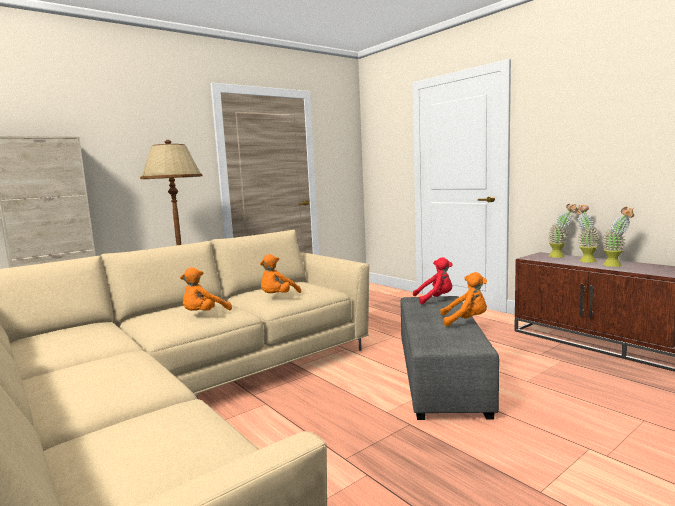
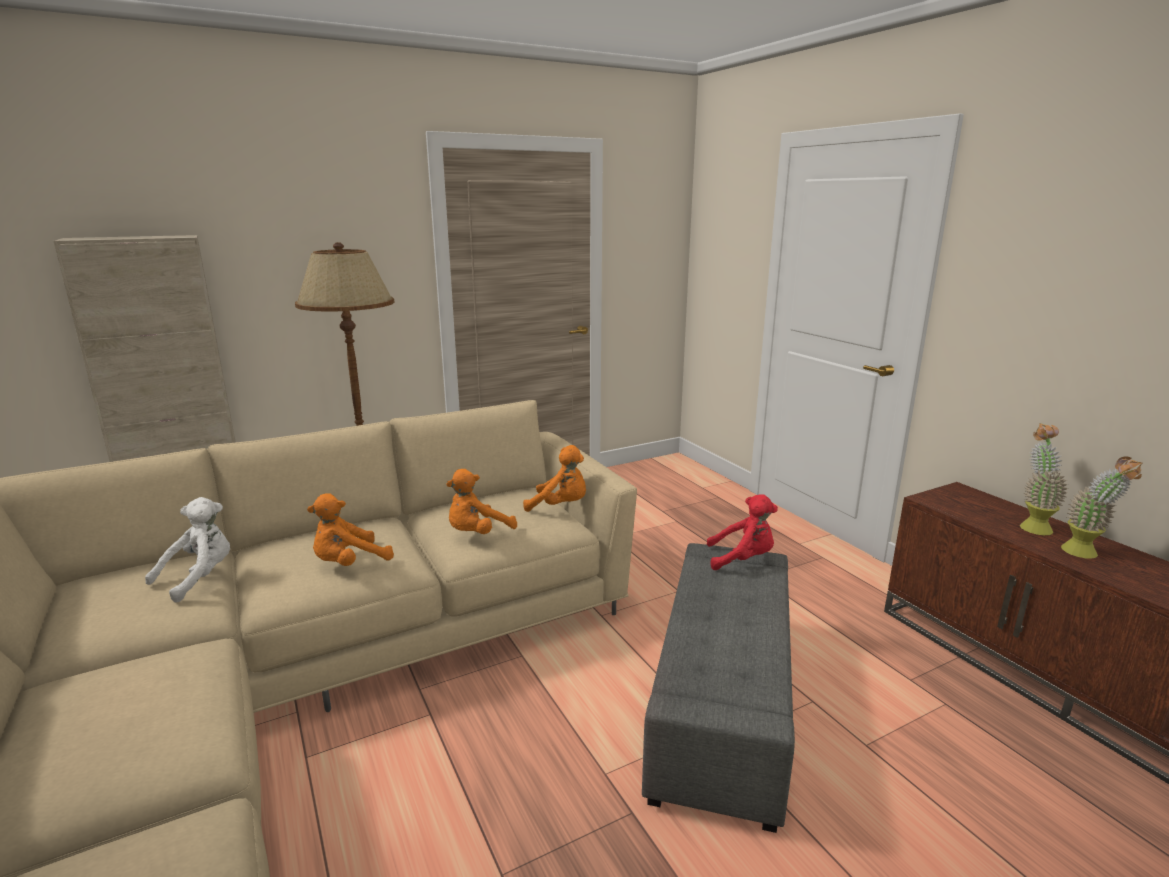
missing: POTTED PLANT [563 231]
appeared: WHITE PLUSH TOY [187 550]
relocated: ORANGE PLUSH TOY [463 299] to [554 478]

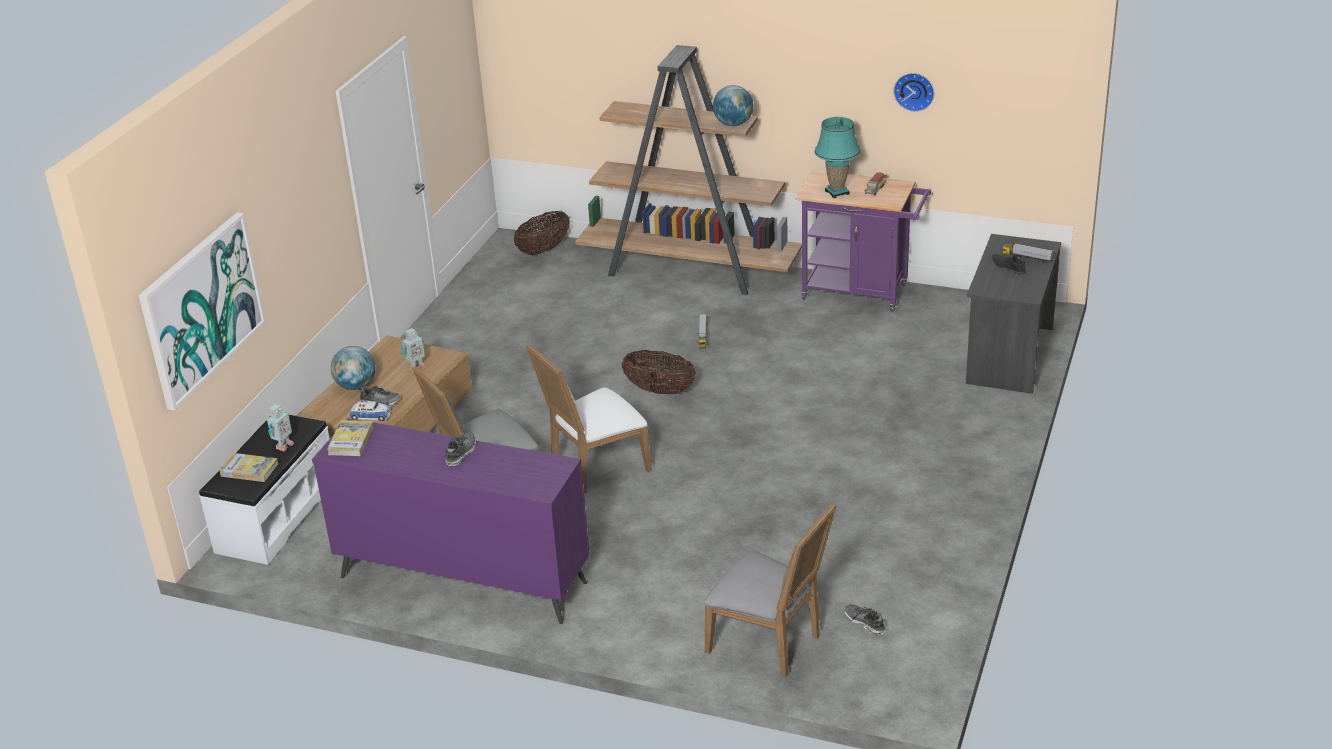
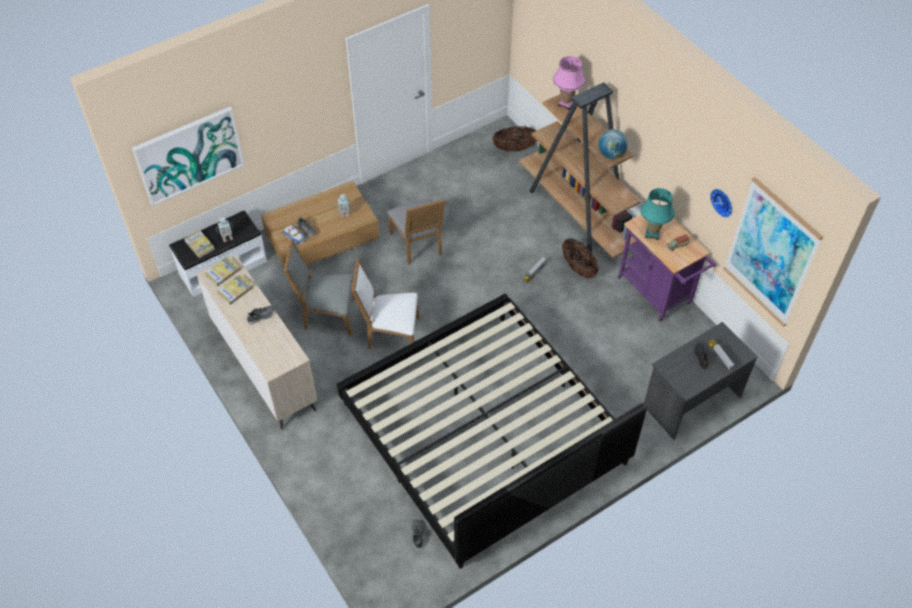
missing: GLOBE [353 368]
appeared: BOOK [235 289]; BED [492 431]; PINK TABLE LAMP [569 83]; PICTURE [773 252]
relocated: GREY CHAIR [770 590] to [416 232]; BASKET [658 372] to [580 258]
colour: PURPLE DRESSER [451 521] to BEIGE DRESSER [257 342]

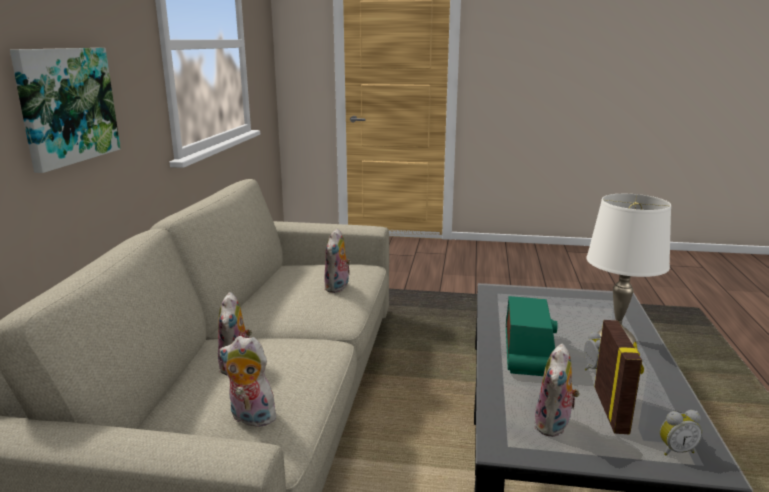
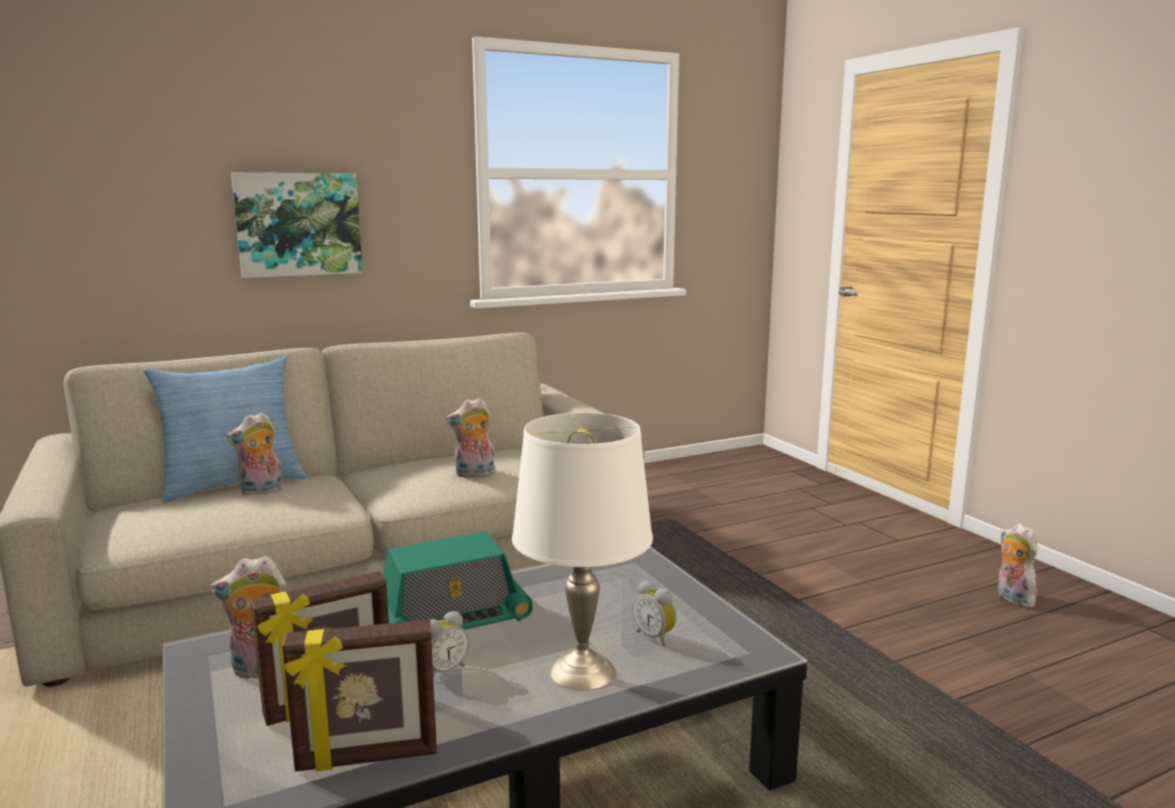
appeared: PILLOW [225 429]; PICTURE FRAME [359 696]
relocated: ALARM CLOCK [681 433] to [654 613]; PLUSH TOY [247 381] to [1017 565]

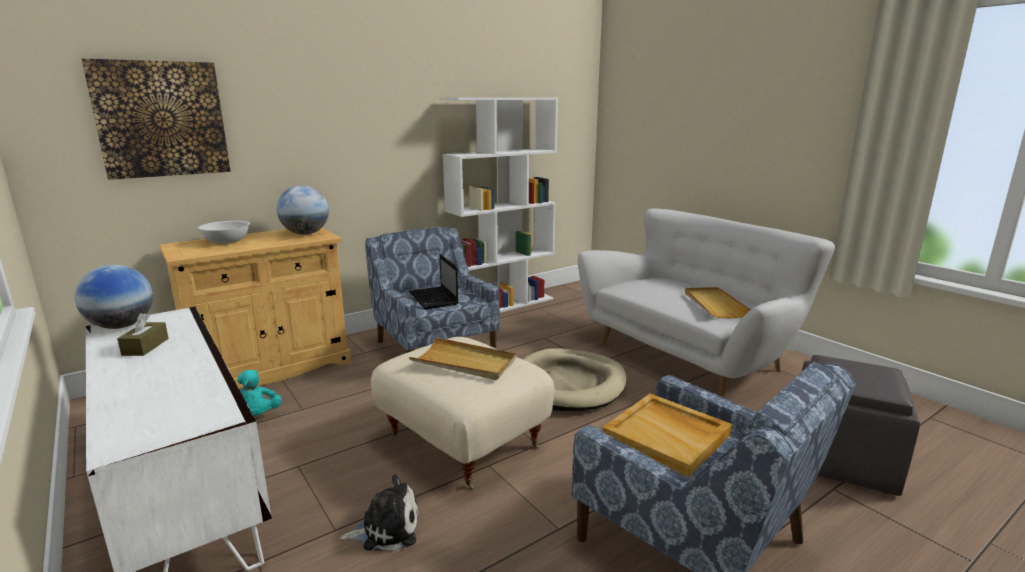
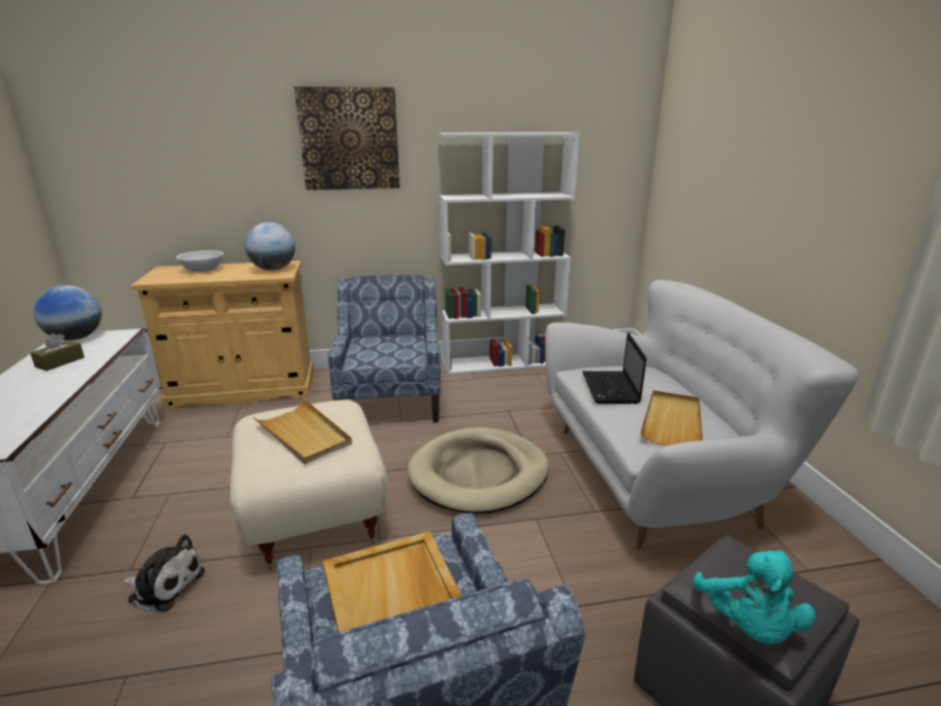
relocated: PICTURE [156 119] to [347 138]; LAPTOP [433 281] to [614 368]; TURQUOISE PLUSH TOY [259 393] to [754 597]

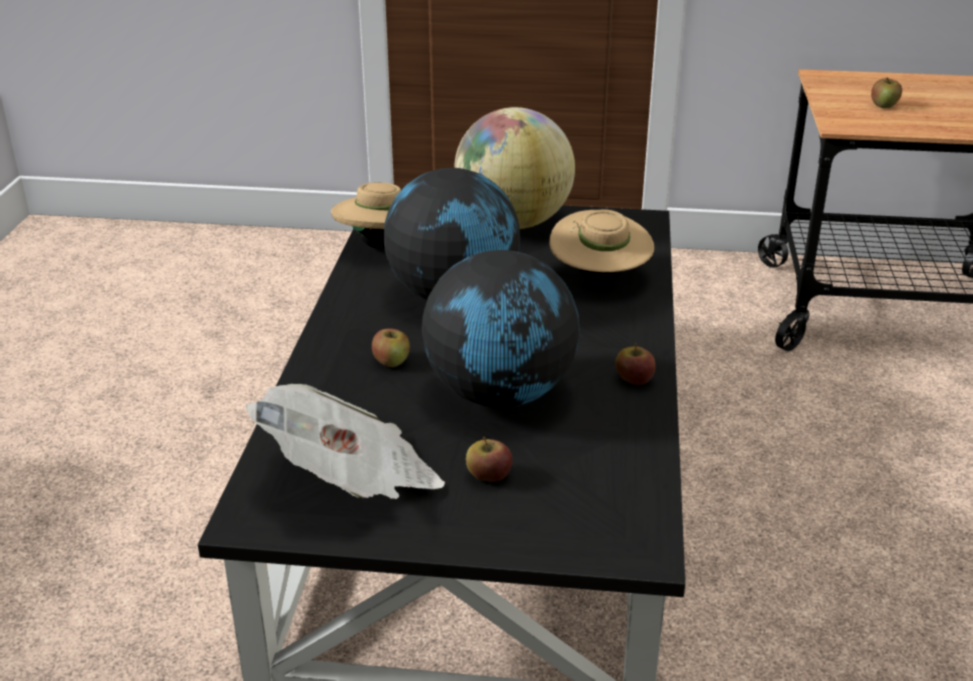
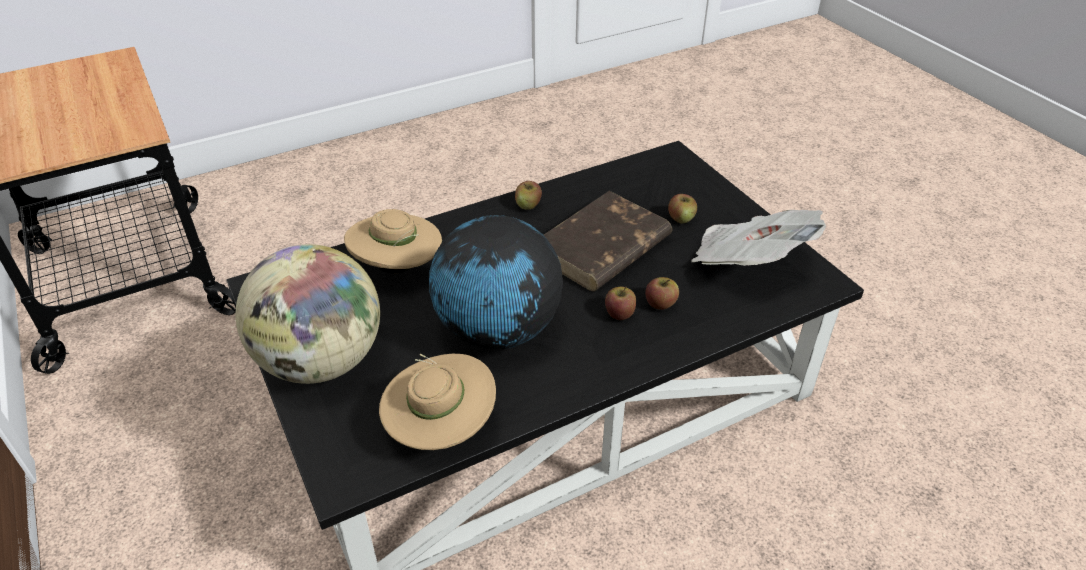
relocated: APPLE [886 92] to [662 293]
exchanged: GLOBE [500 329] to BROWN BOOK [608 241]

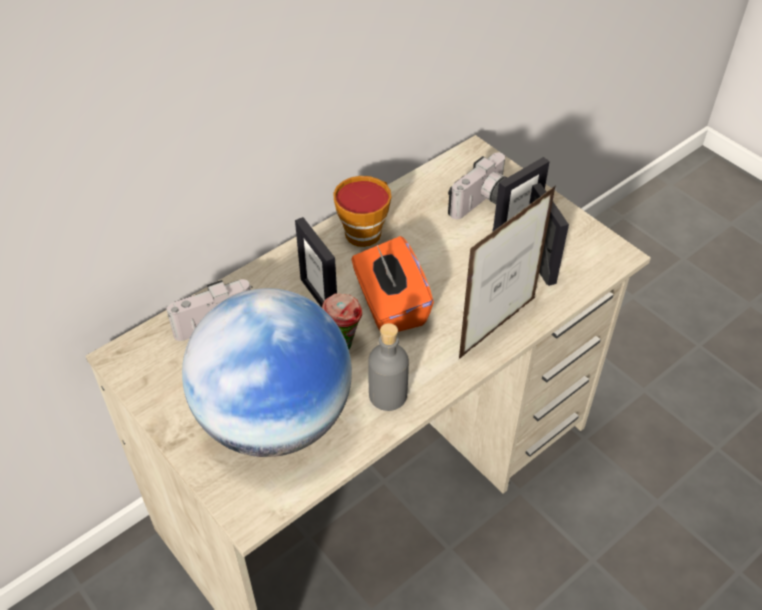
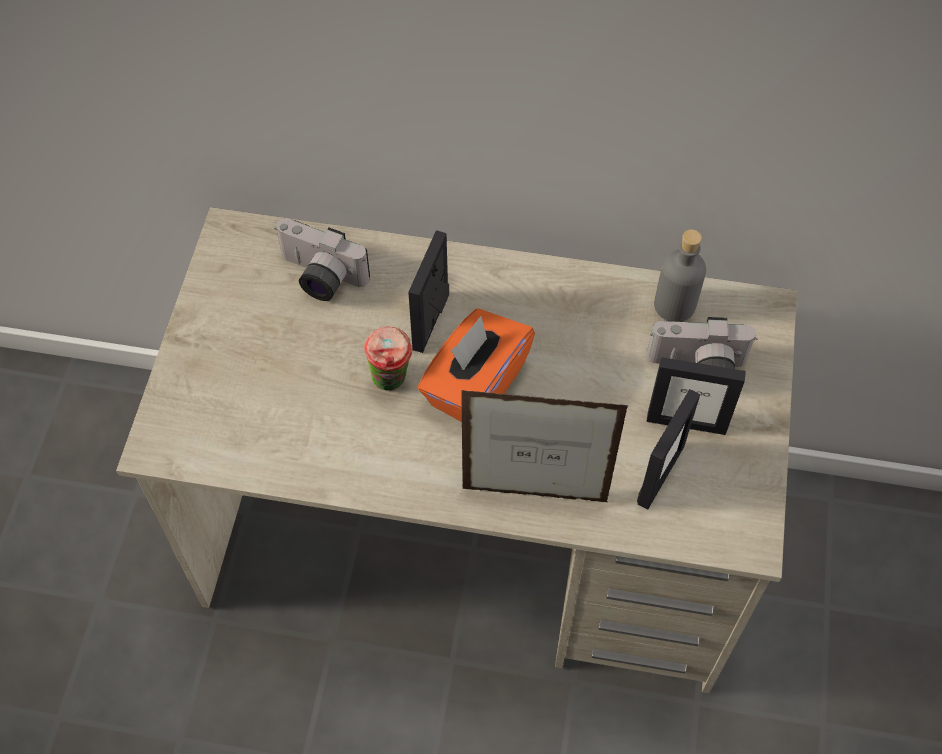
missing: GLOBE [267 372]; CUP [362 211]
relocated: GREY BOTTLE [388 367] to [680 275]

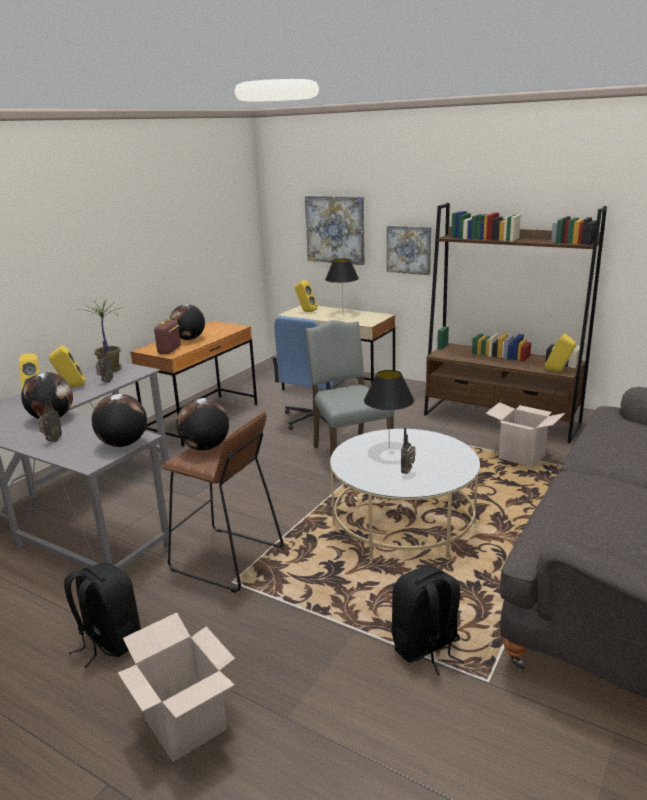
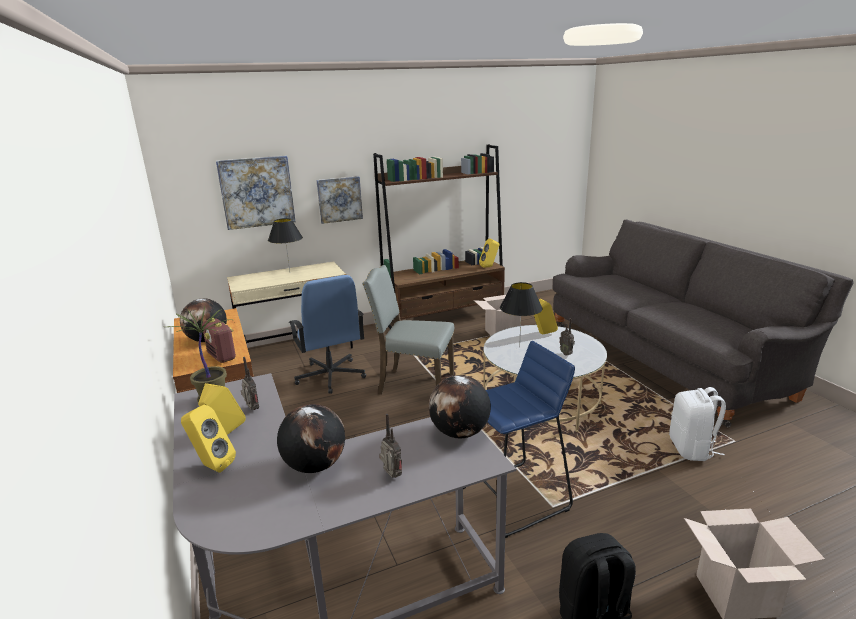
missing: GLOBE [202 424]
relocated: YELLOW SPEAKER [306 296] to [546 316]
colour: BROWN STOOL [222 502] to BLUE STOOL [519 439]; BLACK BACKPACK [428 620] to WHITE BACKPACK [697 424]

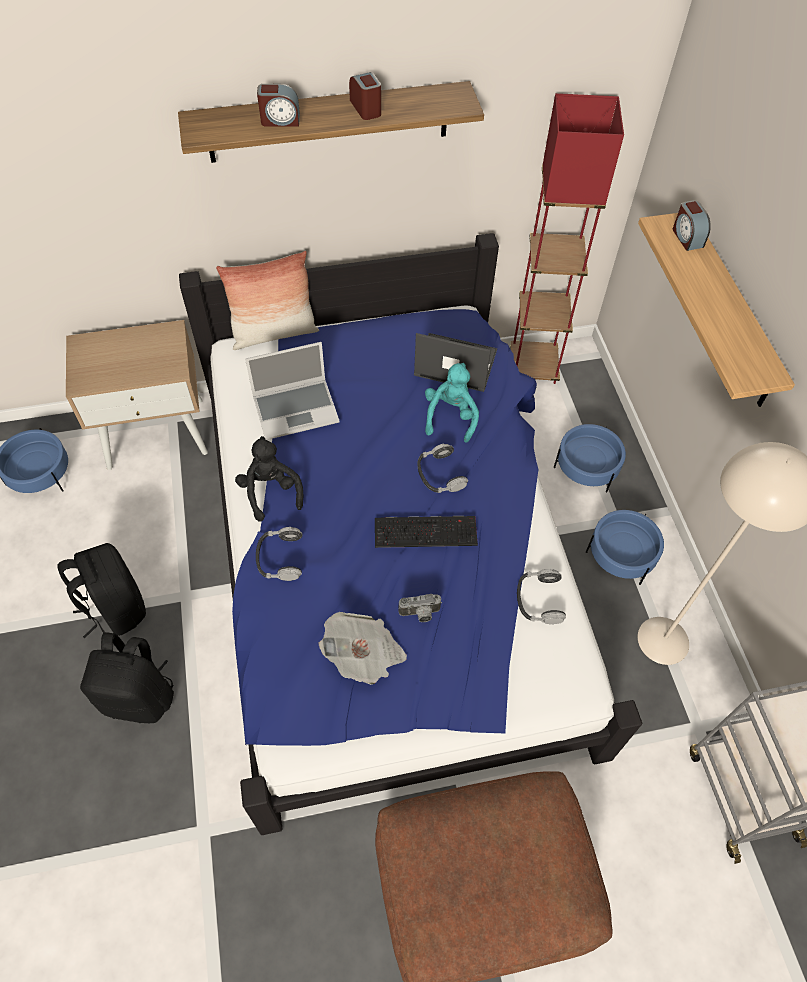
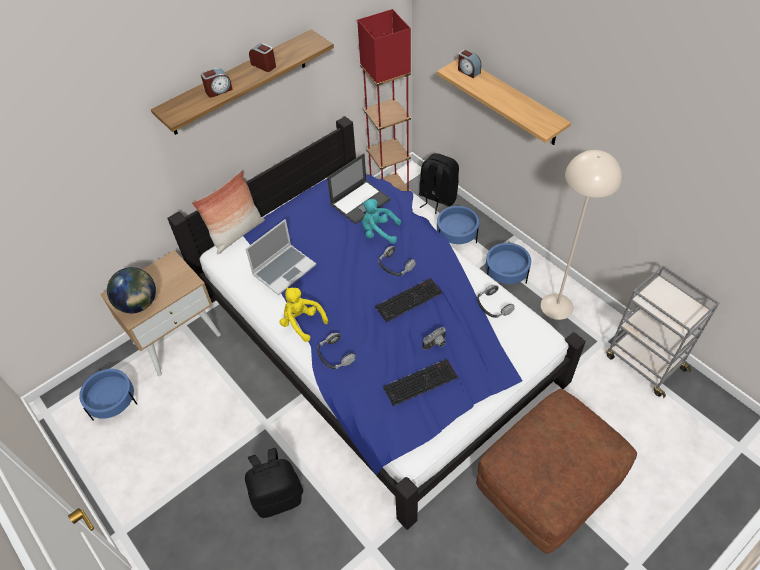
appeared: GLOBE [131 290]
relocated: BLACK BACKPACK [102 591] to [439 183]
exchanged: NEWSPAPER [362 648] to KEYBOARD [420 382]
colour: BLACK PLUSH TOY [269 479] to YELLOW PLUSH TOY [304 314]
spun: LAPTOP [455 362] = [359 188] 150 degrees clockwise; TURQUOISE PLUSH TOY [452 403] = [381 221] 60 degrees counterclockwise

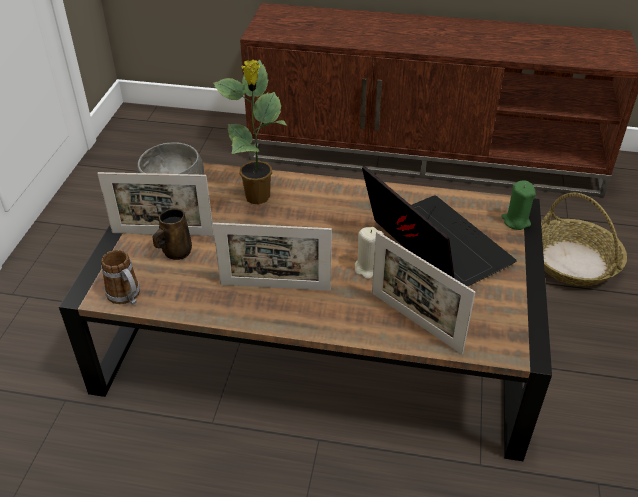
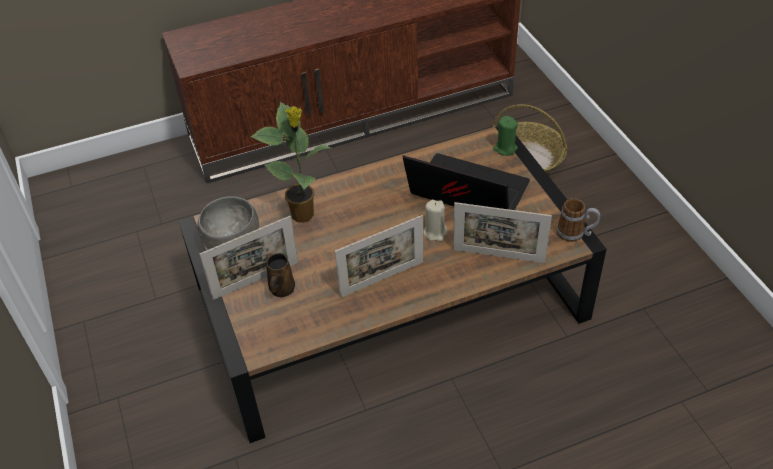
relocated: MUG [120 277] to [578 220]

